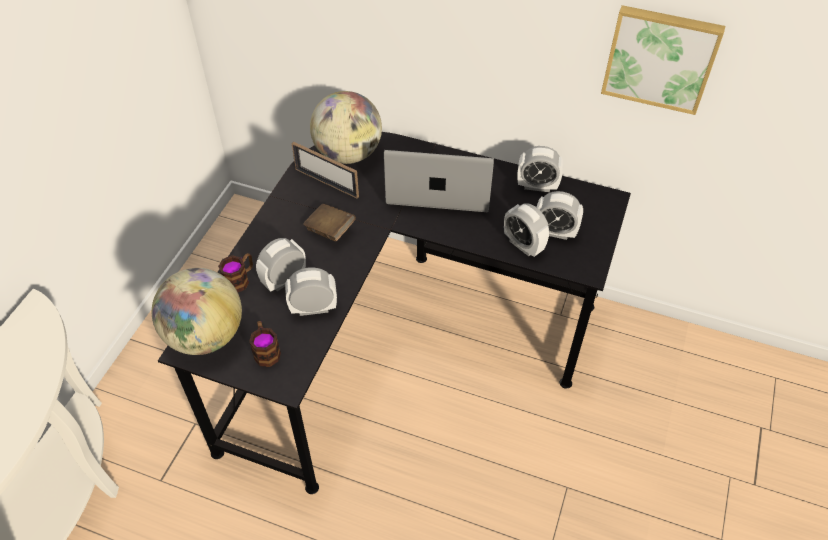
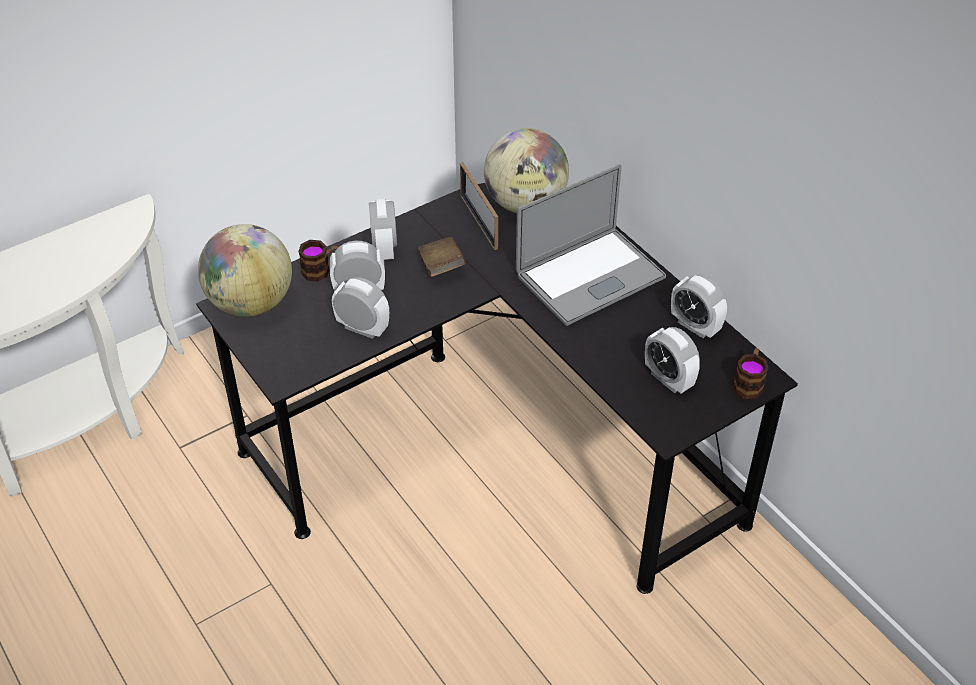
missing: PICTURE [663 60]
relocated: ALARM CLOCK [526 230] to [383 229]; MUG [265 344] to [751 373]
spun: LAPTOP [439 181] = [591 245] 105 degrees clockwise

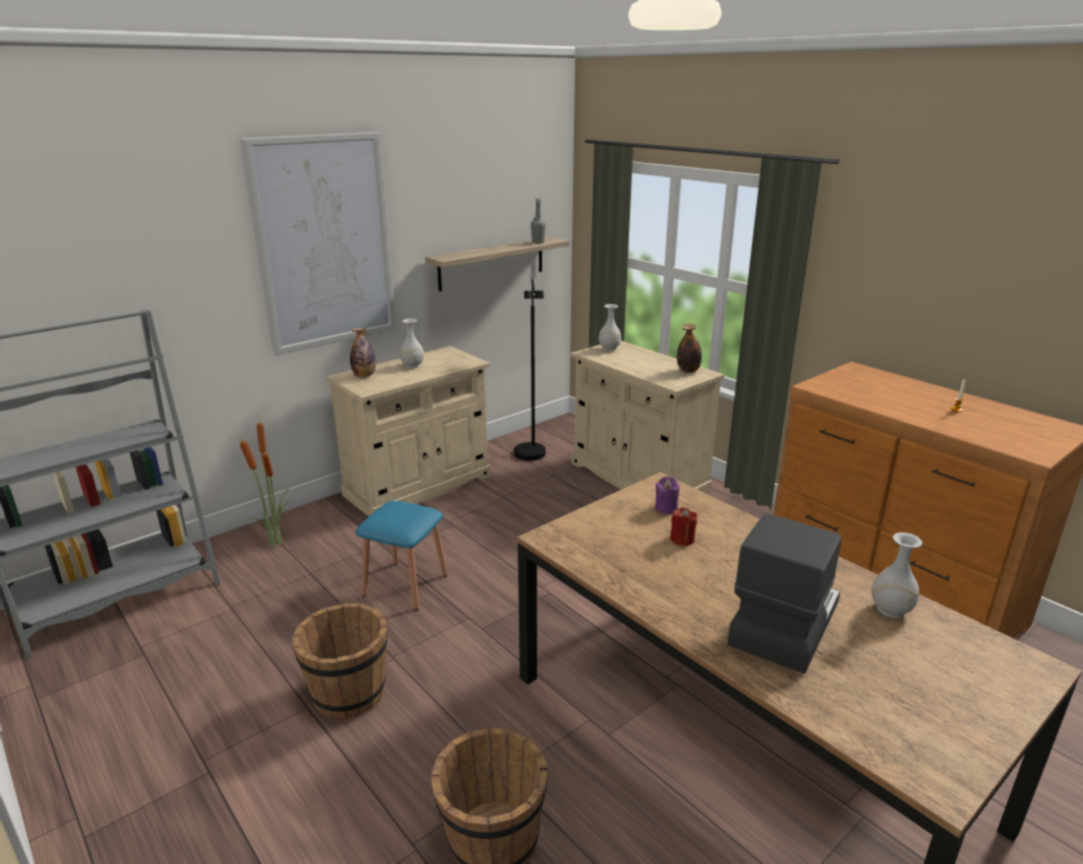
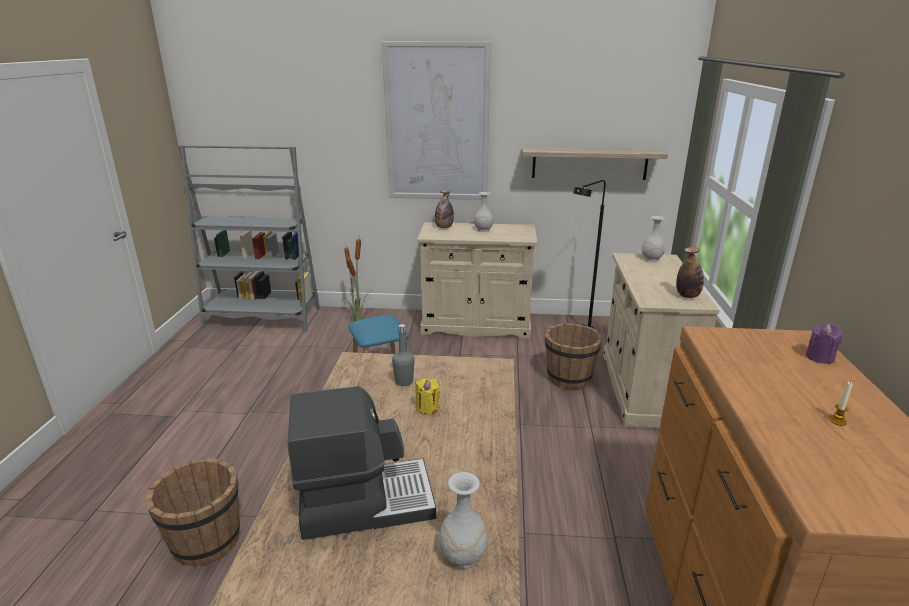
relocated: GREY BOTTLE [538 221] to [403 355]; BROWN BUCKET [339 661] to [574 356]; PURPLE CANDLE [667 495] to [824 343]
colour: RED CANDLE [684 526] to YELLOW CANDLE [428 396]

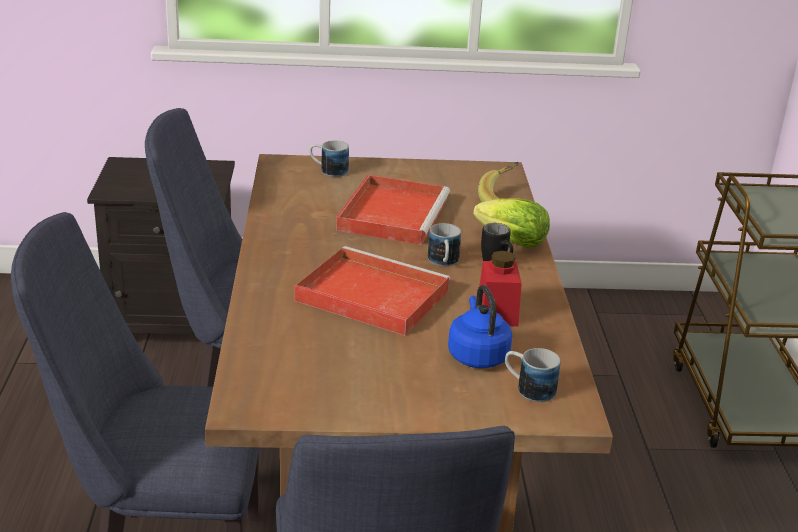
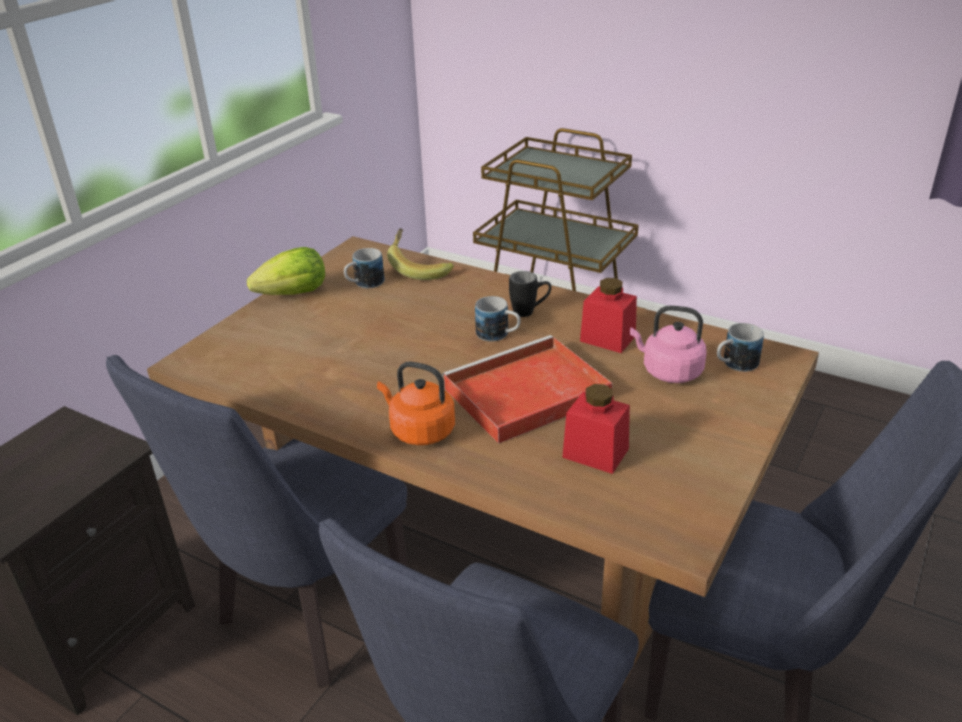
missing: RED TRAY [393 210]
appeared: ORANGE KETTLE [416 403]; RED JAR [596 429]
relocated: LETTUCE [511 223] to [286 271]; MUG [329 158] to [364 268]
colour: BLUE KETTLE [480 326] to PINK KETTLE [668 344]

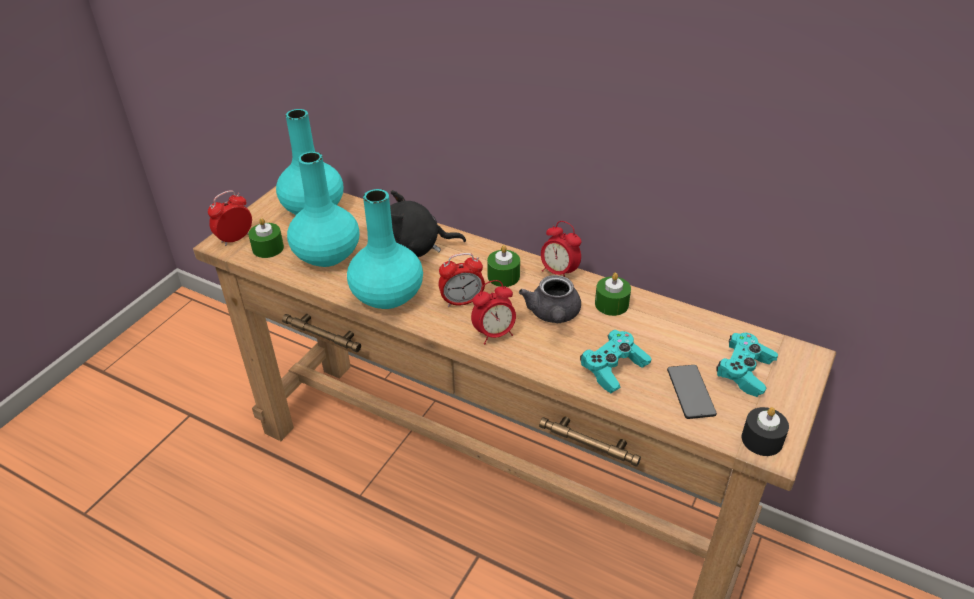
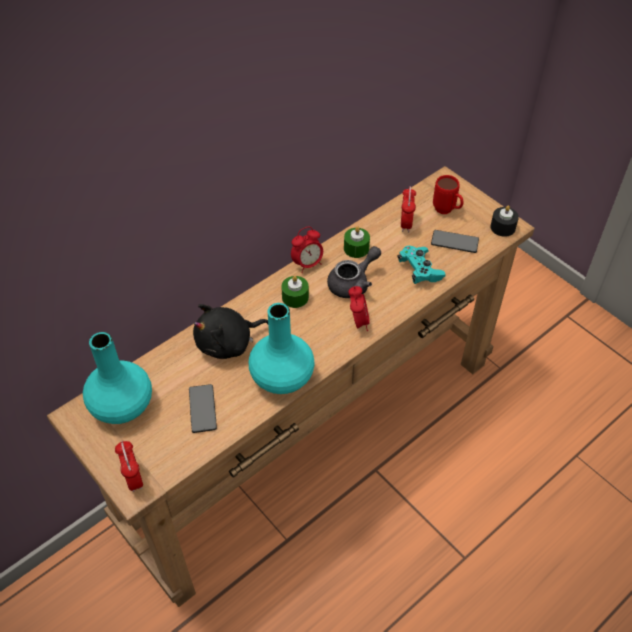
missing: GREEN CANDLE [266 238]
relocated: ALARM CLOCK [462 280] to [408 209]
exchanged: TURQUOISE VASE [323 209] to PHONE [203 408]; TURQUOISE GAME CONTROLLER [747 365] to RED MUG [448 194]
spun: BLACK PLUSH TOY [428 223] = [230 331] 45 degrees clockwise; GREY TEAPOT [550 299] = [354 272] 60 degrees counterclockwise

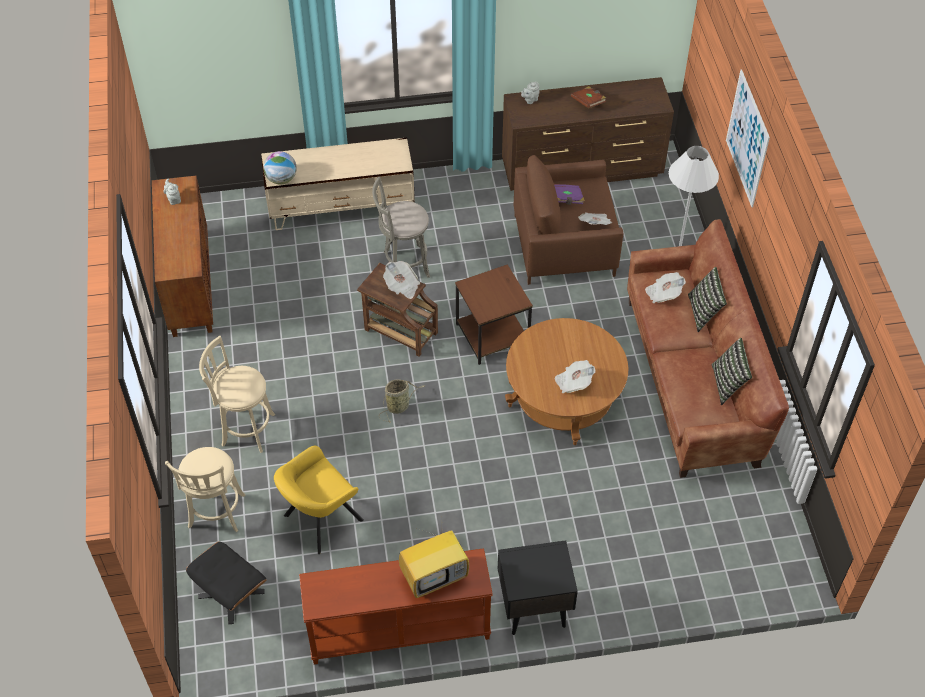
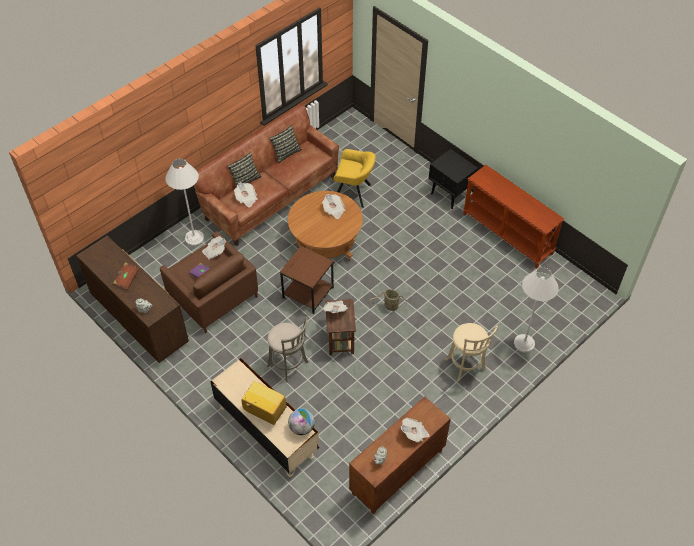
missing: BLACK OTTOMAN [226 583]; PICTURE [748 138]
appeared: NEWSPAPER [415 430]
relocated: TELEVISION [434 564] to [264 403]; YELLOW ARMCHAIR [319 500] to [355 178]
exchanged: BEIGE STOOL [205 489] to WHITE FLOOR LAMP [536 309]

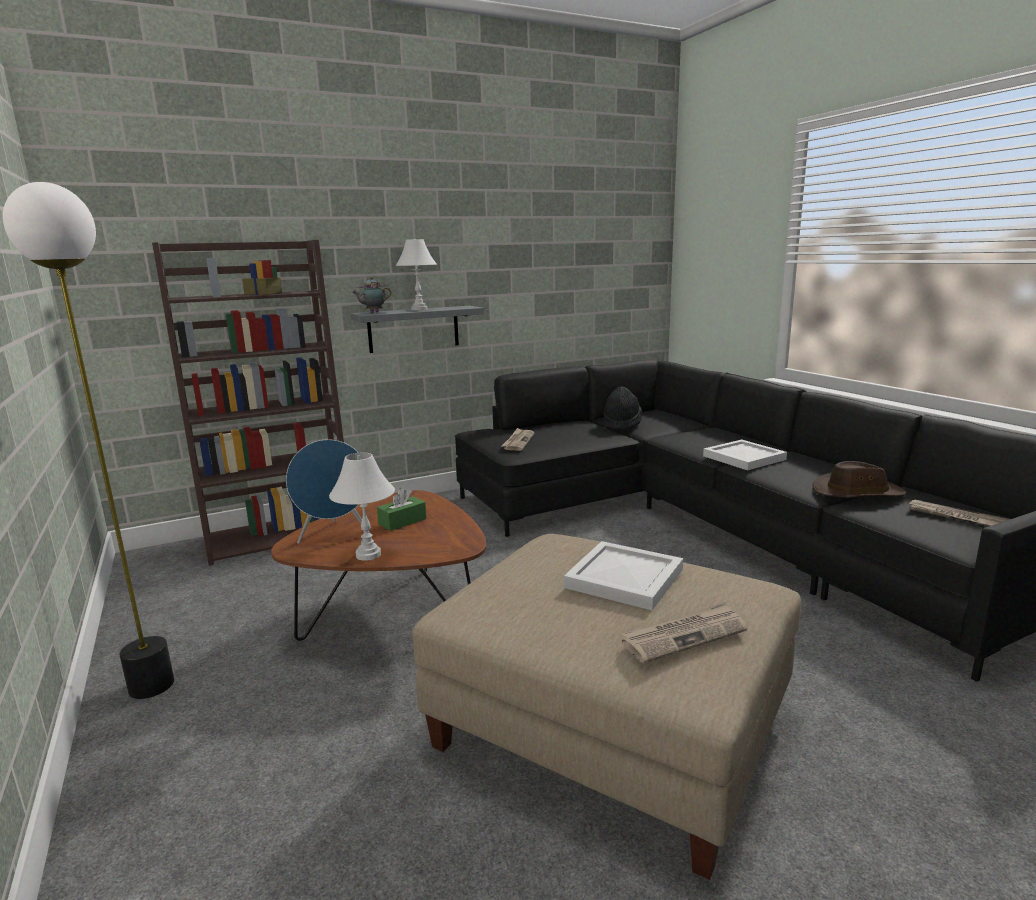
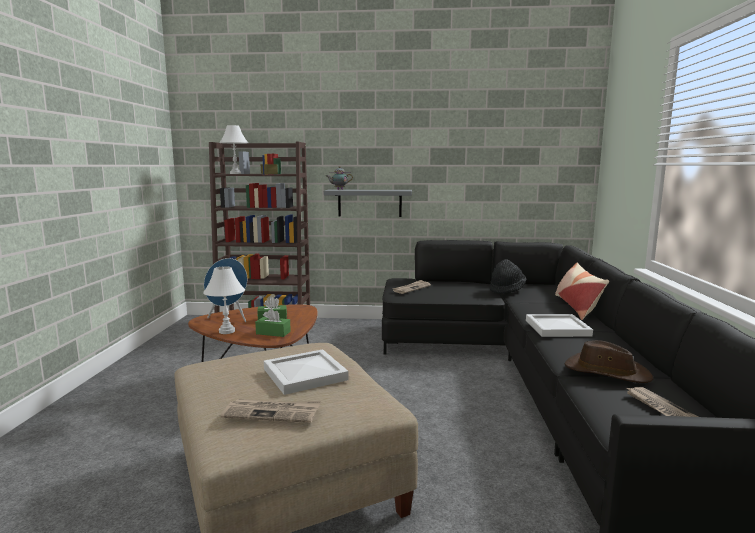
missing: FLOOR LAMP [88 440]
appeared: GREEN TISSUE BOX [273 322]; PILLOW [582 291]
relocated: WHITE TABLE LAMP [416 275] to [233 149]

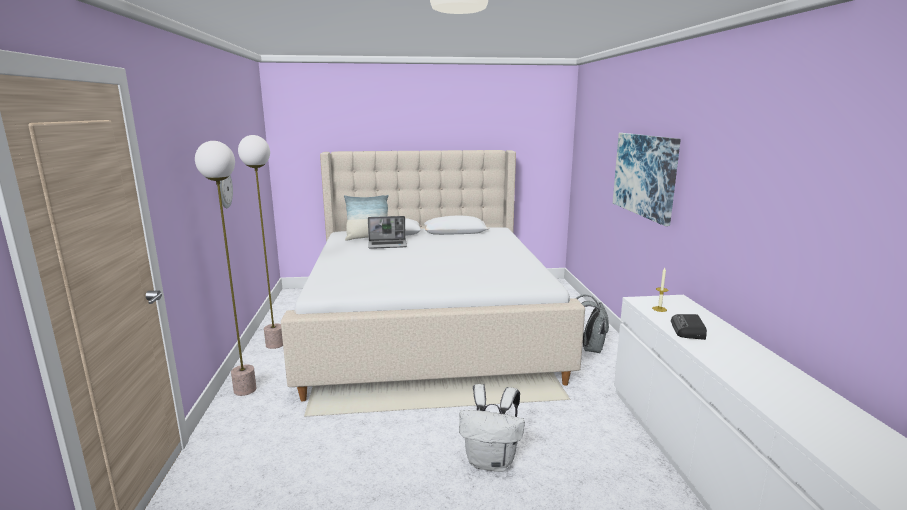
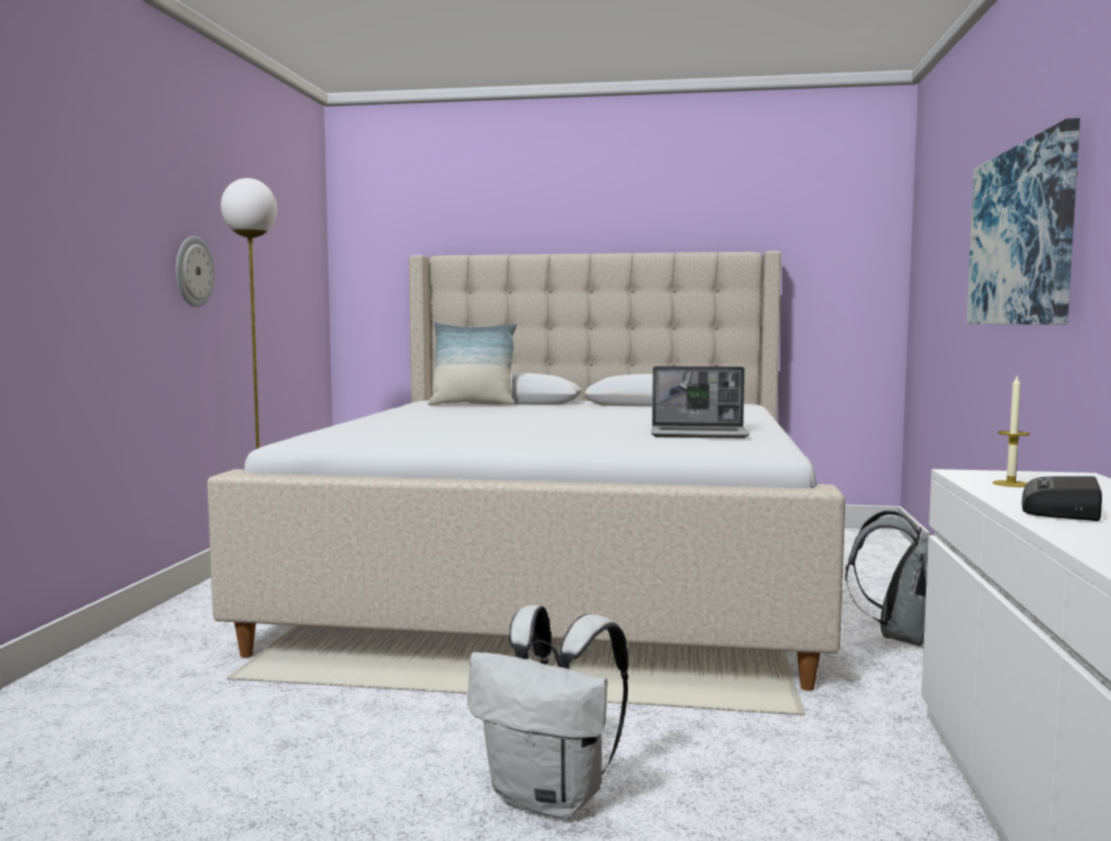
missing: FLOOR LAMP [225 268]
relocated: LAPTOP [387 232] to [700 402]

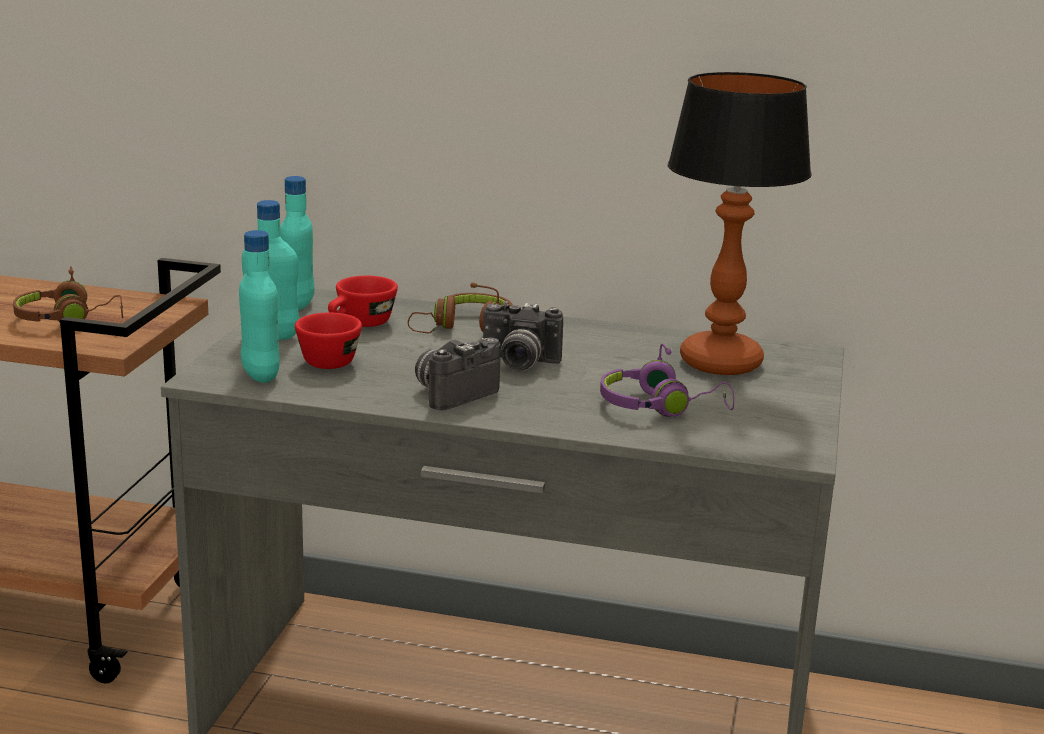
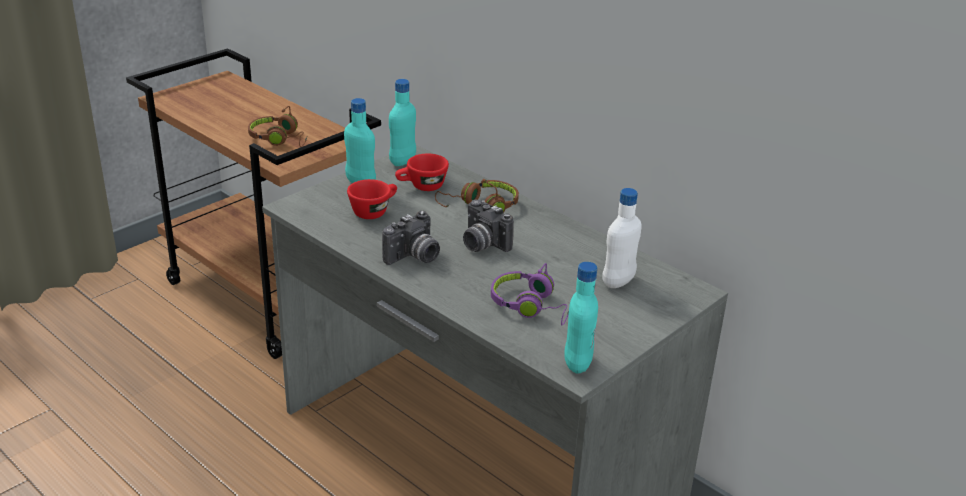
relocated: TURQUOISE BOTTLE [259 306] to [581 318]
exchanged: TABLE LAMP [740 223] to WHITE BOTTLE [622 238]
spun: PHOTO CAMERA [457 374] = [411 238] 150 degrees clockwise

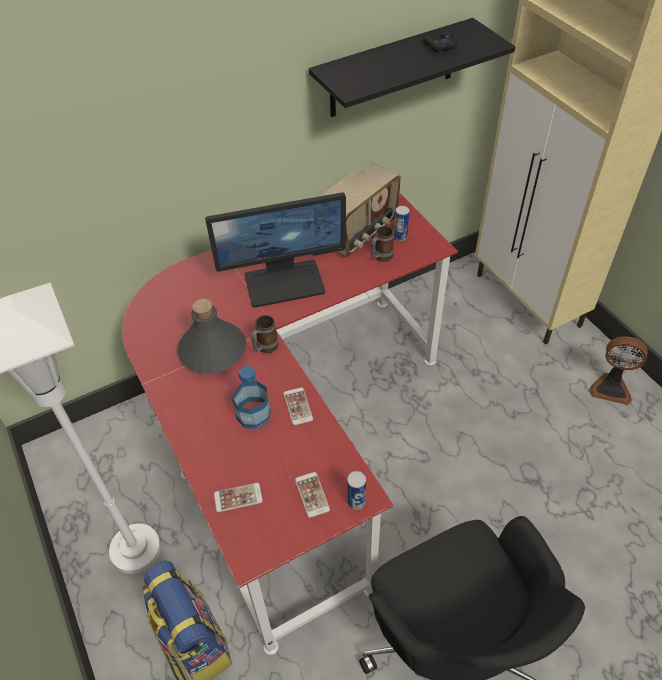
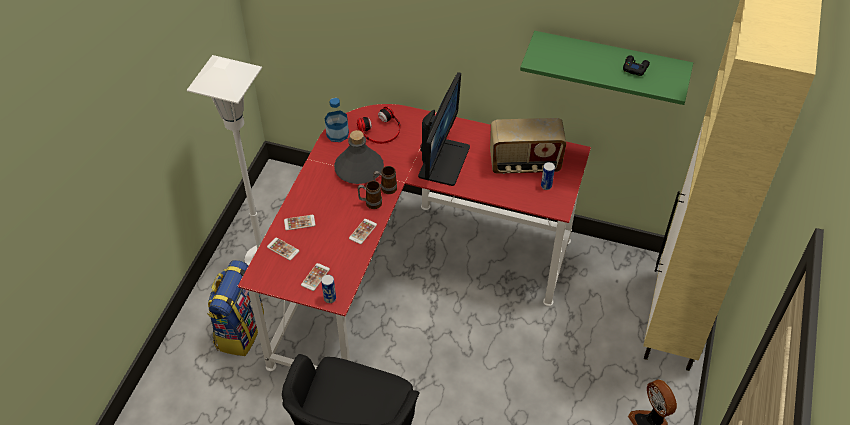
appeared: PHONE [300 222]; HEADPHONES [378 125]
relocated: BOTTLE [251 397] to [337 120]; MUG [382 244] to [369 195]
colour: BLACK SHELF [412 67] to GREEN SHELF [606 68]
spun: MONITOR [275 250] = [444 129] 105 degrees counterclockwise

